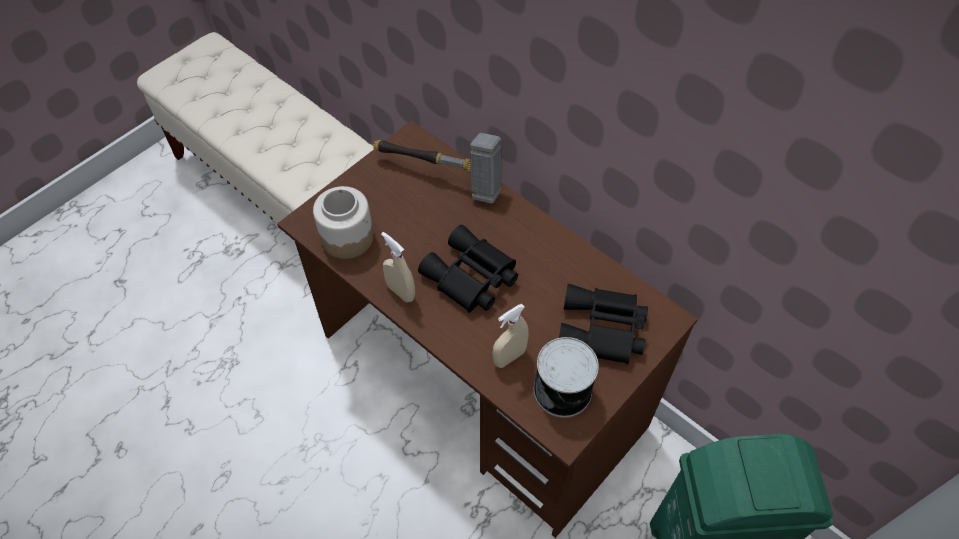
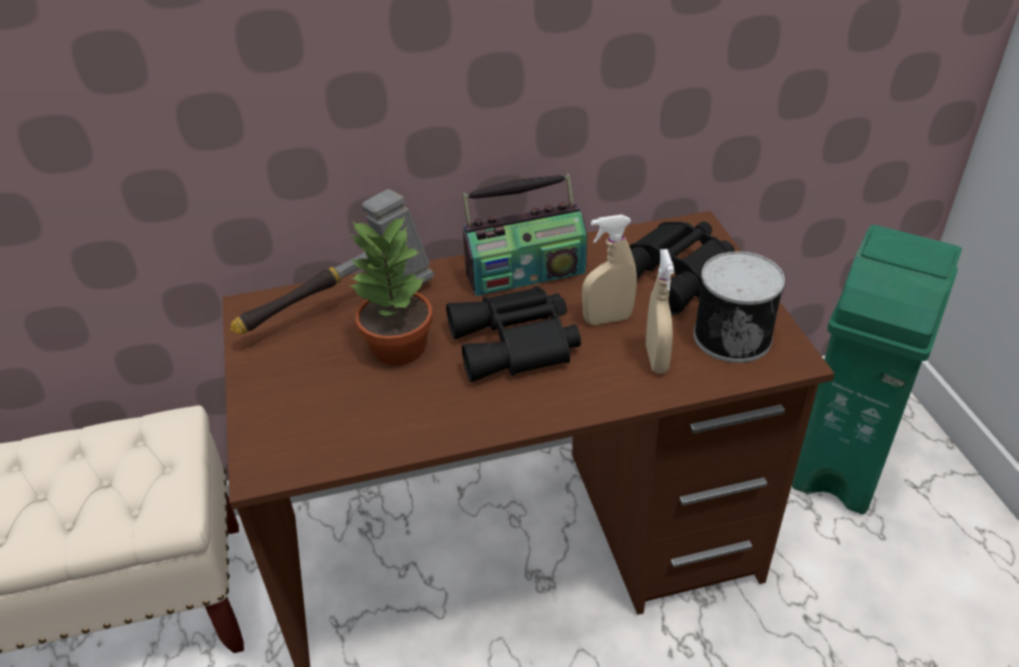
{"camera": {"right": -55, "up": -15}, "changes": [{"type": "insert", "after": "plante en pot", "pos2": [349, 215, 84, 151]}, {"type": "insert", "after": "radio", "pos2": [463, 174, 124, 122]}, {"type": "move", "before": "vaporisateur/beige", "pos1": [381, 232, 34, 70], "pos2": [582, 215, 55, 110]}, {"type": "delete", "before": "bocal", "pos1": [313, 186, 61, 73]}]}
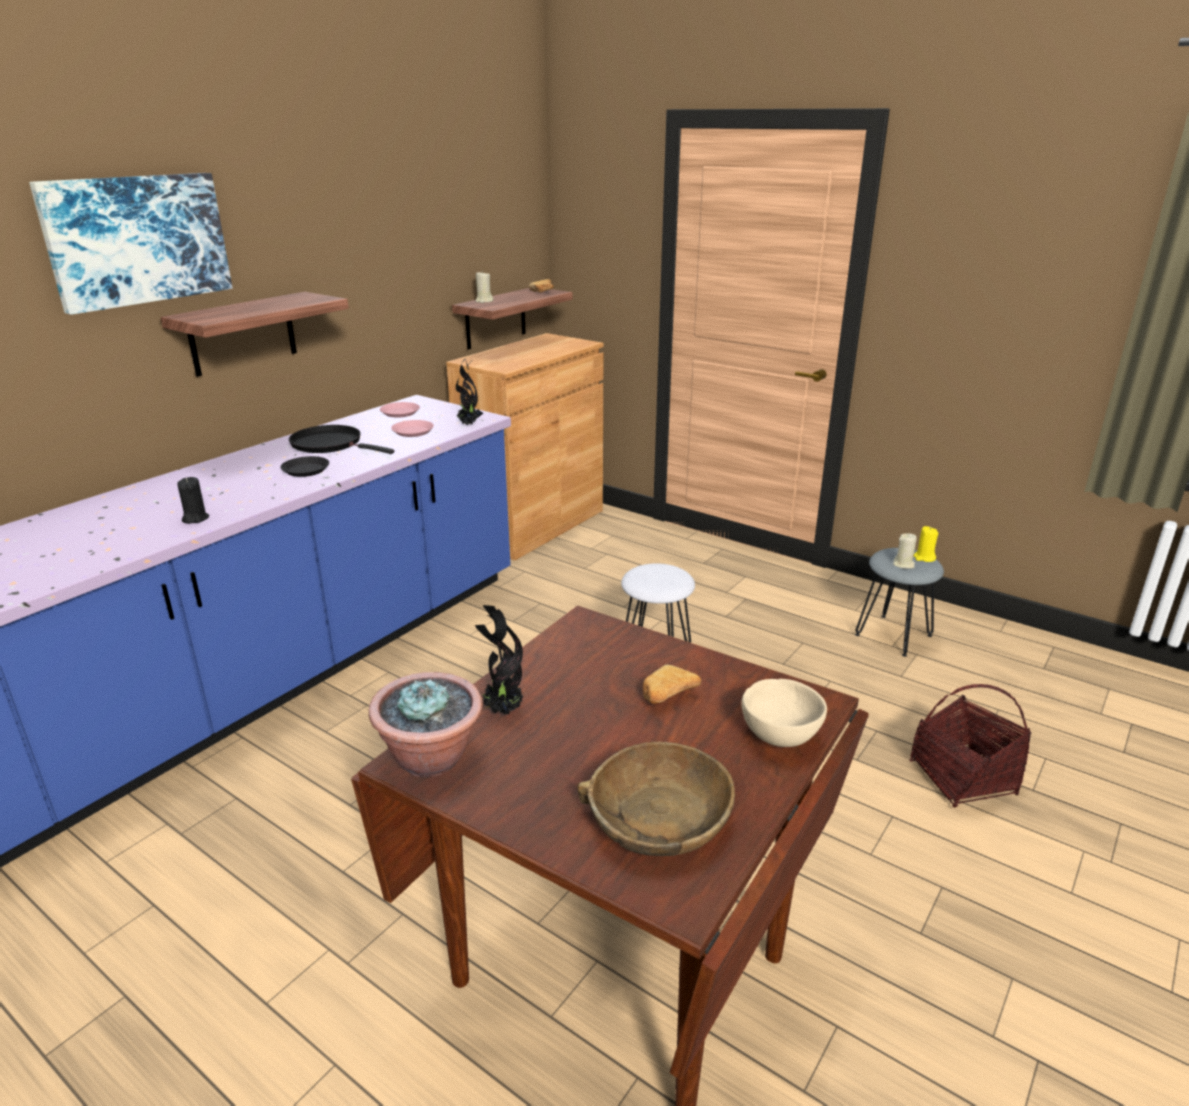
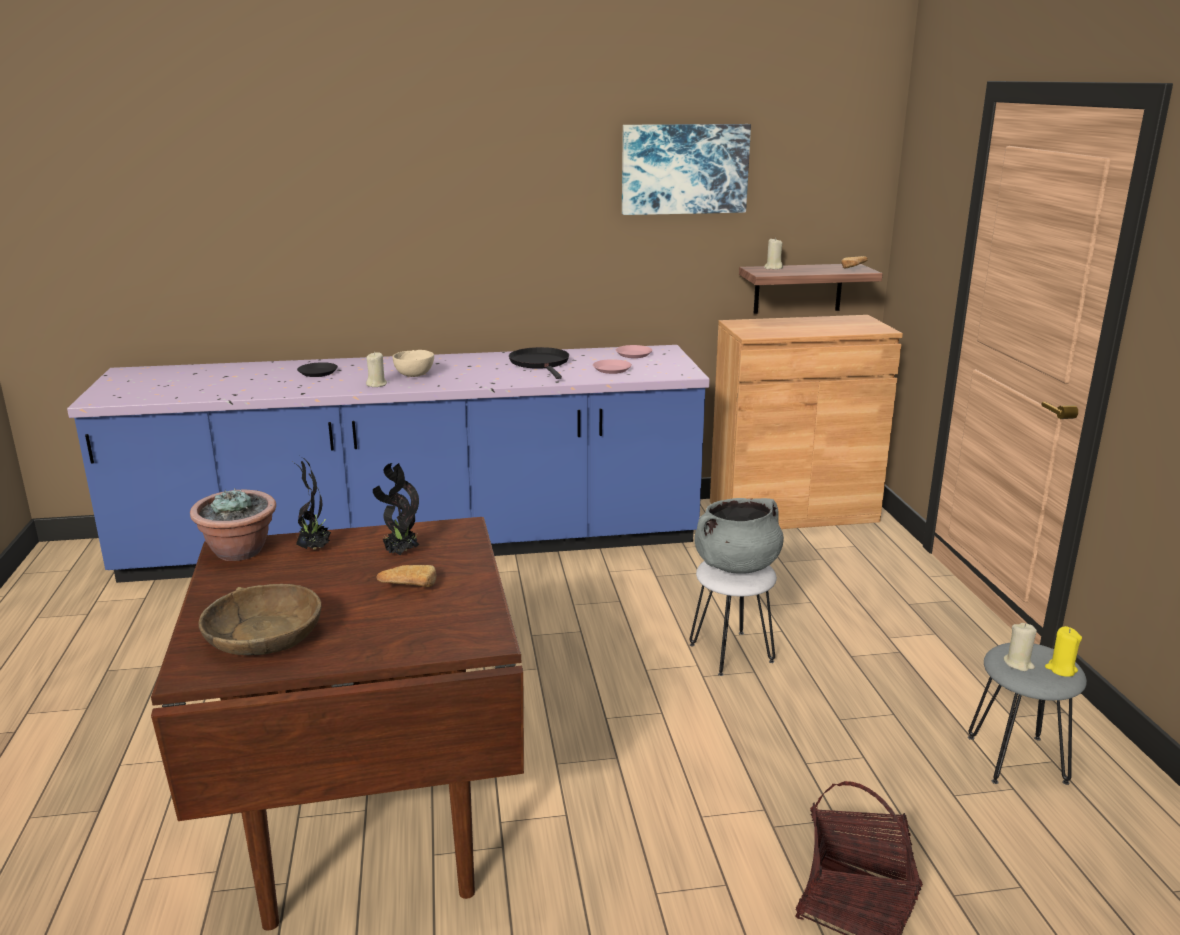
{"camera": {"right": 45, "up": -5}, "changes": [{"type": "move", "before": "assiette/noir", "pos1": [280, 456, 49, 21], "pos2": [297, 362, 41, 15]}, {"type": "recolor", "before": "bougie/noir", "after": "bougie/beige", "pos1": [177, 477, 32, 47], "pos2": [366, 352, 21, 35]}, {"type": "move", "before": "plante en pot", "pos1": [456, 359, 27, 66], "pos2": [373, 463, 47, 92]}, {"type": "move", "before": "bol/beige", "pos1": [741, 679, 86, 68], "pos2": [392, 350, 42, 27]}, {"type": "move", "before": "tableau", "pos1": [29, 173, 203, 142], "pos2": [622, 124, 129, 91]}, {"type": "insert", "after": "marmite/gris", "pos2": [694, 498, 90, 75]}, {"type": "delete", "before": "étagère", "pos1": [160, 292, 189, 85]}]}
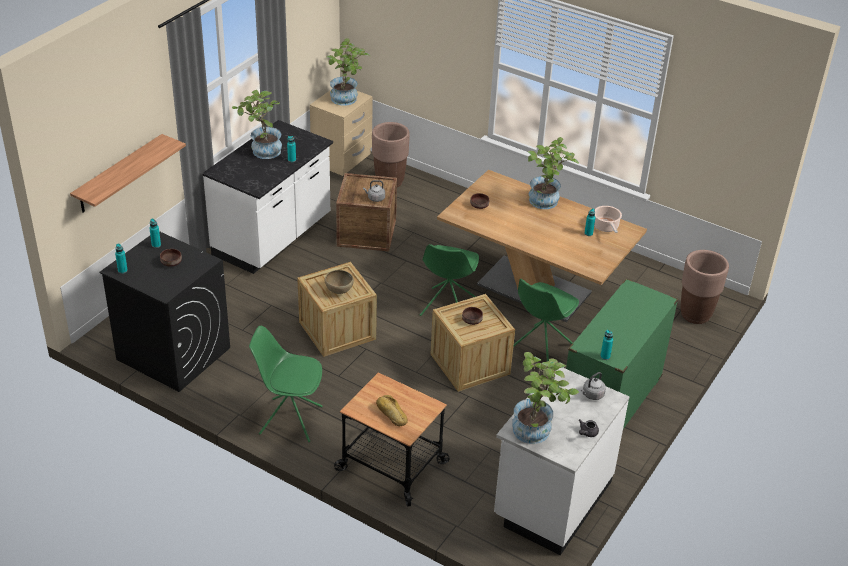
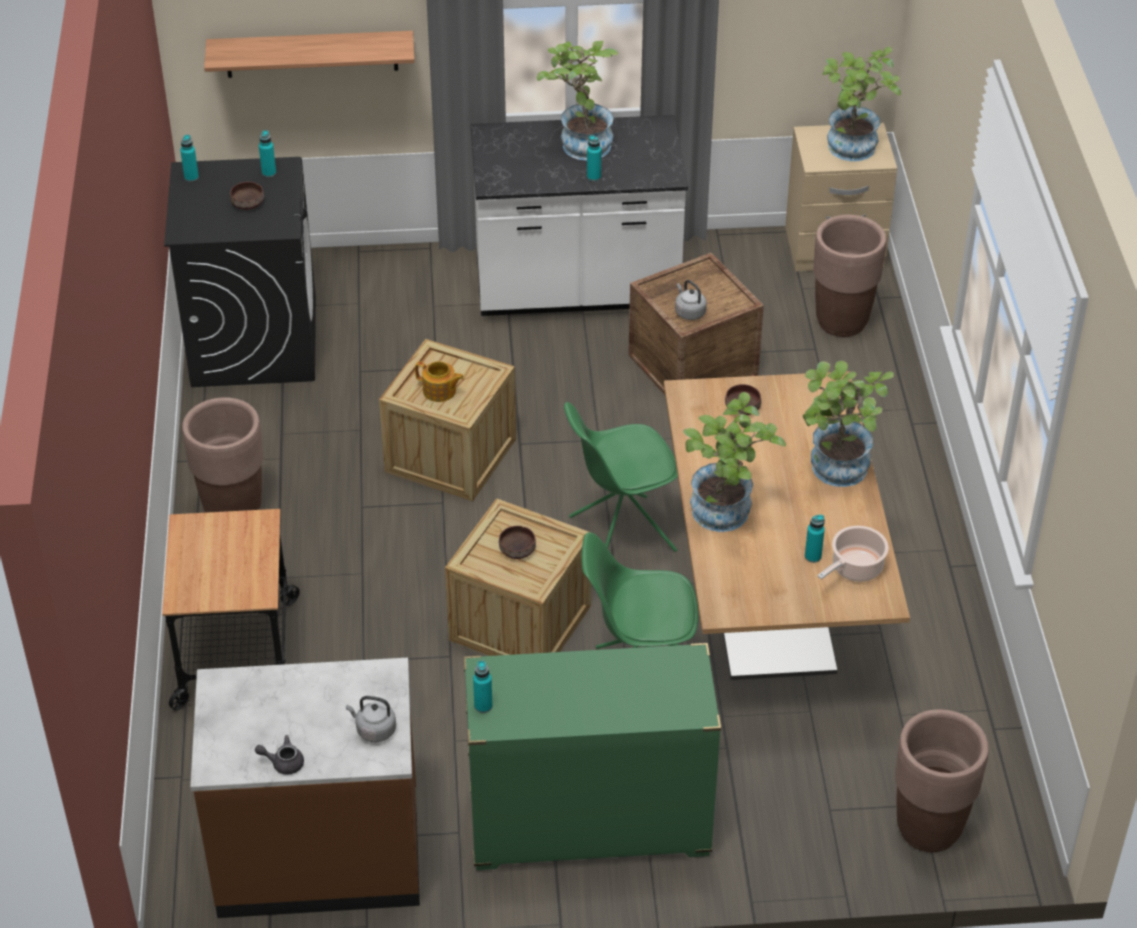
{"camera": {"right": 55, "up": 5}, "changes": [{"type": "replace", "before": "chaise/vert", "after": "cache-pot/marron", "pos1": [249, 326, 74, 116], "pos2": [182, 397, 81, 116]}, {"type": "recolor", "before": "comptoir de cuisine/blanc", "after": "comptoir de cuisine/marron", "pos1": [494, 367, 135, 188], "pos2": [190, 658, 230, 260]}, {"type": "replace", "before": "bol/marron", "after": "théière", "pos1": [325, 270, 29, 24], "pos2": [415, 361, 49, 41]}, {"type": "move", "before": "plante en pot", "pos1": [512, 352, 67, 92], "pos2": [683, 392, 103, 140]}, {"type": "delete", "before": "pain", "pos1": [376, 395, 32, 31]}]}
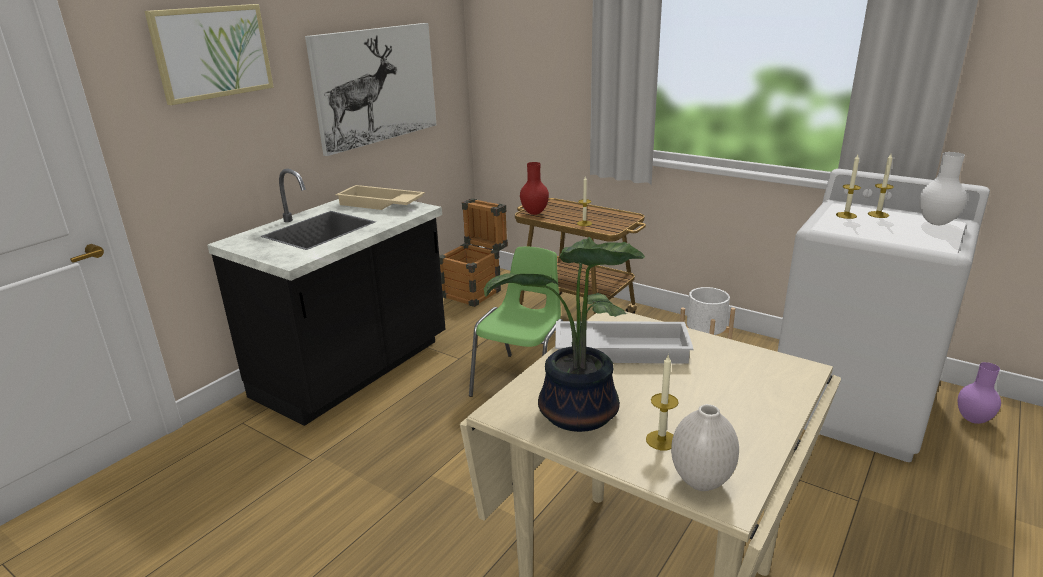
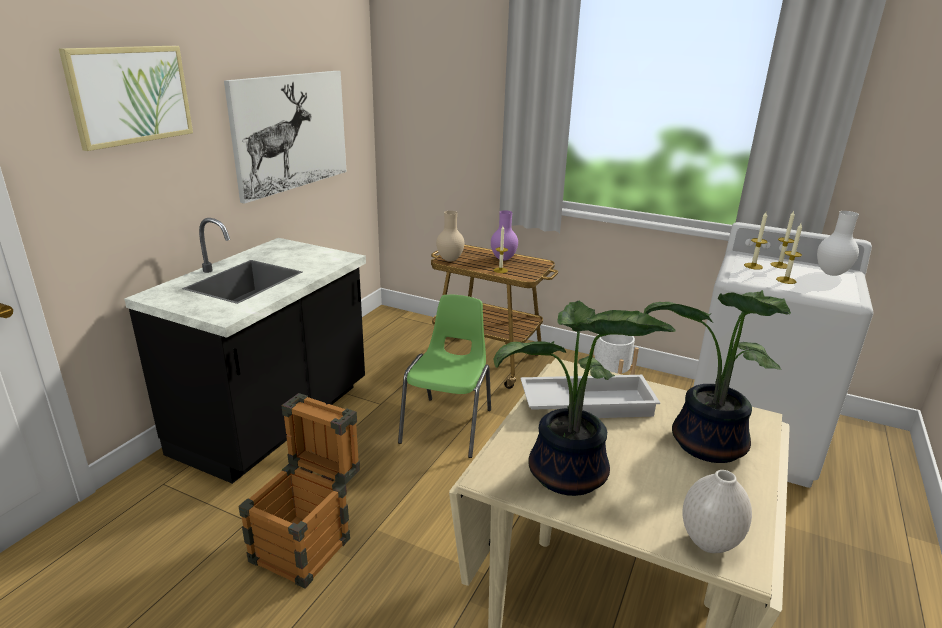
{"camera": {"right": -10, "up": 0}, "changes": [{"type": "move", "before": "caisse", "pos1": [439, 198, 69, 109], "pos2": [239, 393, 121, 196]}, {"type": "recolor", "before": "vase/rouge", "after": "vase/beige", "pos1": [520, 162, 29, 53], "pos2": [436, 211, 28, 51]}, {"type": "move", "before": "vase/violet", "pos1": [958, 362, 43, 62], "pos2": [491, 210, 27, 51]}, {"type": "insert", "after": "plante en pot", "pos2": [644, 290, 147, 173]}, {"type": "move", "before": "bougie", "pos1": [646, 355, 33, 95], "pos2": [776, 223, 26, 61]}, {"type": "delete", "before": "plateau/beige", "pos1": [336, 185, 89, 25]}]}
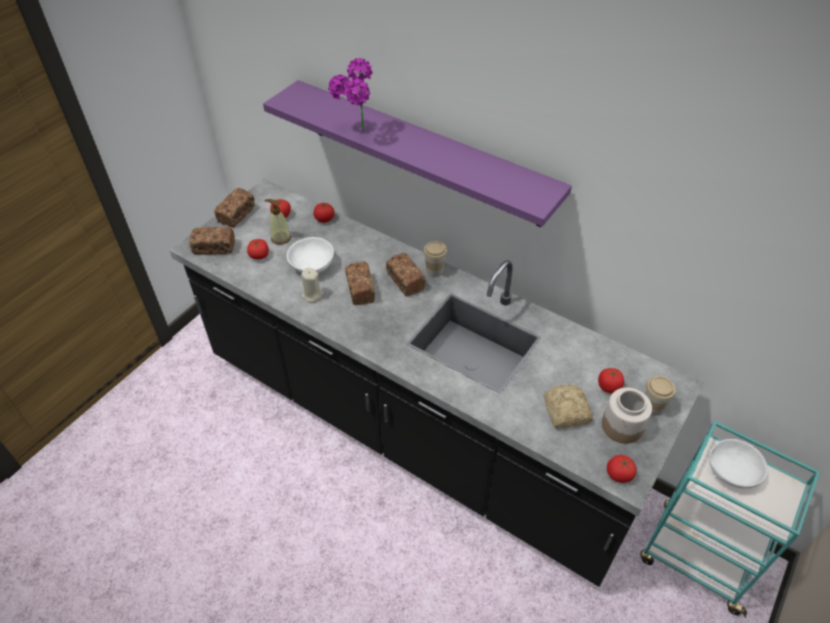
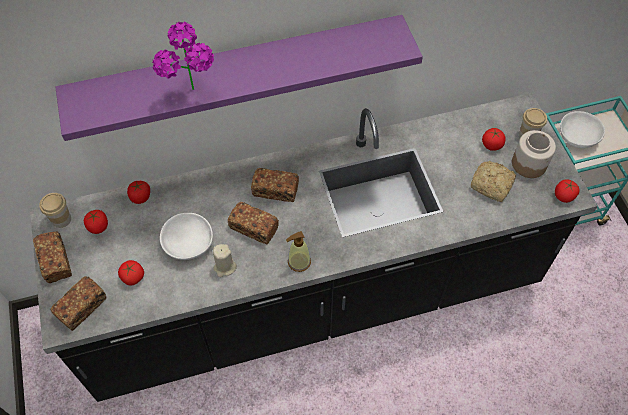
{"camera": {"right": -50, "up": 10}, "changes": [{"type": "move", "before": "tasse", "pos1": [423, 241, 24, 35], "pos2": [39, 193, 32, 35]}, {"type": "move", "before": "distributeur de savon", "pos1": [265, 199, 26, 46], "pos2": [286, 231, 25, 41]}]}
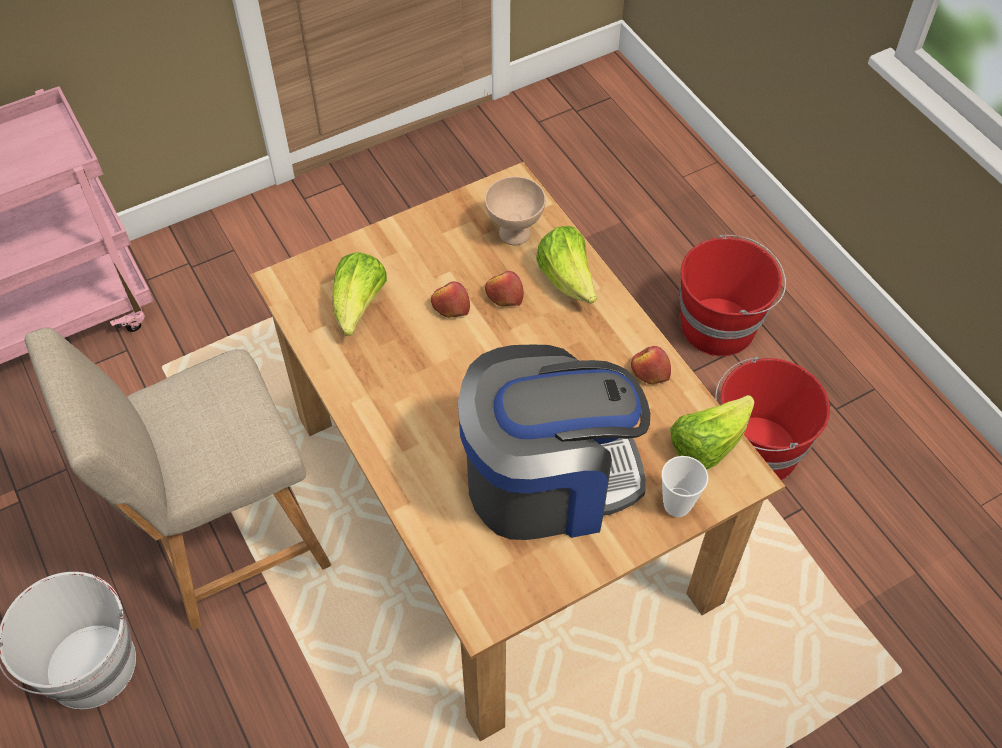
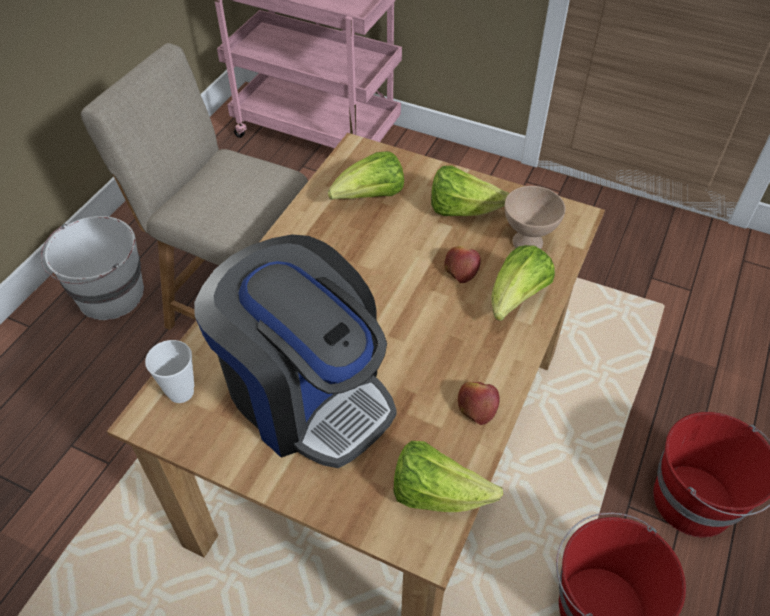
{"camera": {"right": 55, "up": -5}, "changes": [{"type": "move", "before": "tasse", "pos1": [661, 456, 47, 61], "pos2": [145, 340, 49, 63]}, {"type": "insert", "after": "laitue", "pos2": [431, 165, 78, 51]}, {"type": "delete", "before": "pomme", "pos1": [431, 281, 39, 37]}]}
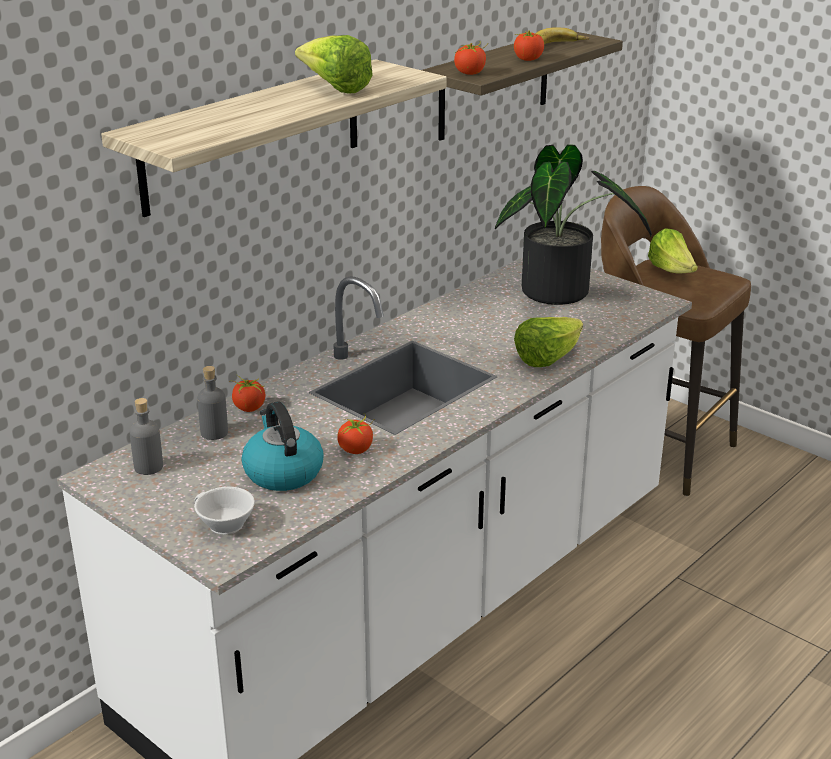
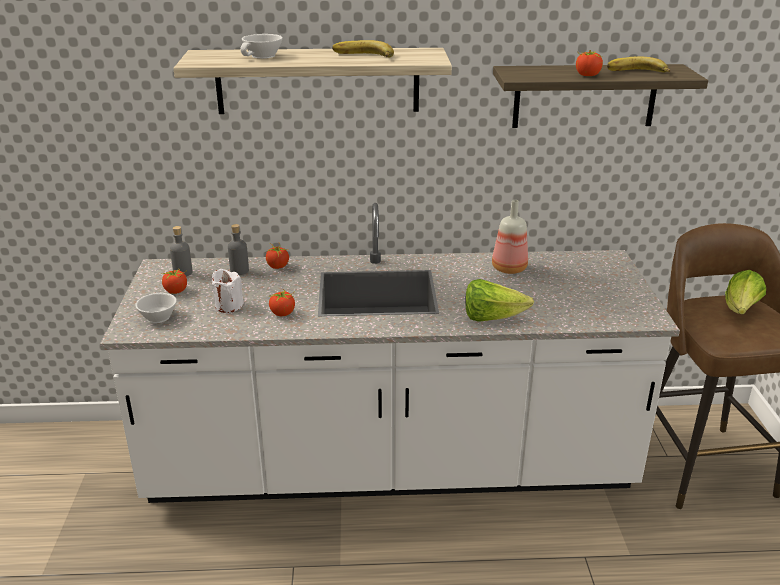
{"camera": {"right": 45, "up": 0}, "changes": [{"type": "move", "before": "tomate", "pos1": [454, 41, 34, 34], "pos2": [160, 268, 27, 26]}, {"type": "replace", "before": "bouilloire", "after": "bougie/blanc", "pos1": [242, 401, 82, 90], "pos2": [212, 269, 32, 44]}, {"type": "insert", "after": "tasse/blanc", "pos2": [240, 34, 43, 25]}, {"type": "replace", "before": "laitue", "after": "banane", "pos1": [295, 35, 78, 59], "pos2": [332, 40, 62, 17]}, {"type": "insert", "after": "bouteille", "pos2": [492, 200, 36, 74]}, {"type": "delete", "before": "plante en pot", "pos1": [495, 144, 157, 161]}]}
